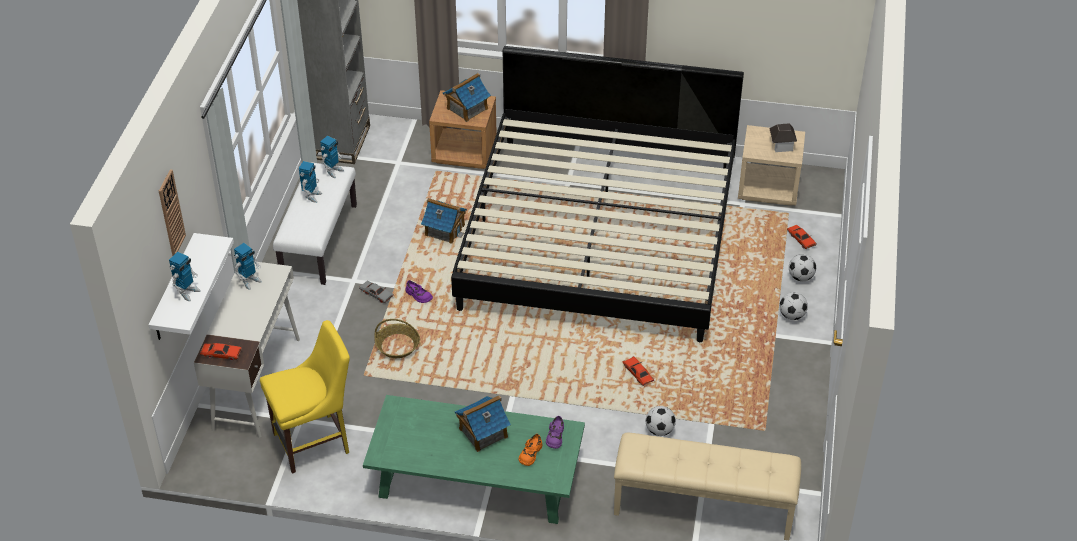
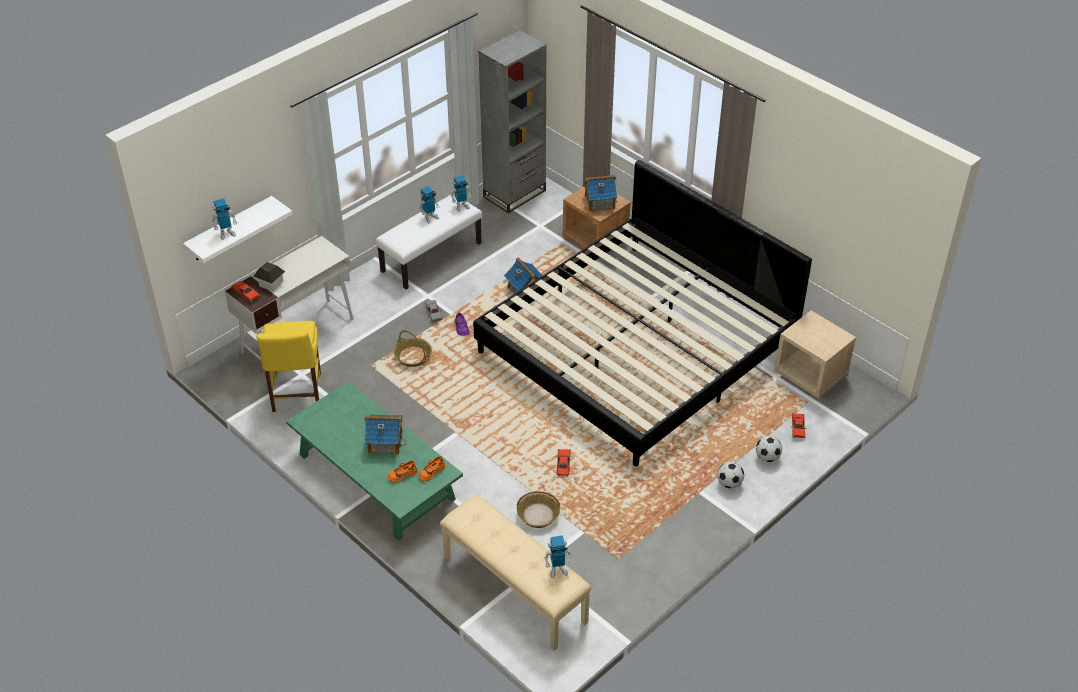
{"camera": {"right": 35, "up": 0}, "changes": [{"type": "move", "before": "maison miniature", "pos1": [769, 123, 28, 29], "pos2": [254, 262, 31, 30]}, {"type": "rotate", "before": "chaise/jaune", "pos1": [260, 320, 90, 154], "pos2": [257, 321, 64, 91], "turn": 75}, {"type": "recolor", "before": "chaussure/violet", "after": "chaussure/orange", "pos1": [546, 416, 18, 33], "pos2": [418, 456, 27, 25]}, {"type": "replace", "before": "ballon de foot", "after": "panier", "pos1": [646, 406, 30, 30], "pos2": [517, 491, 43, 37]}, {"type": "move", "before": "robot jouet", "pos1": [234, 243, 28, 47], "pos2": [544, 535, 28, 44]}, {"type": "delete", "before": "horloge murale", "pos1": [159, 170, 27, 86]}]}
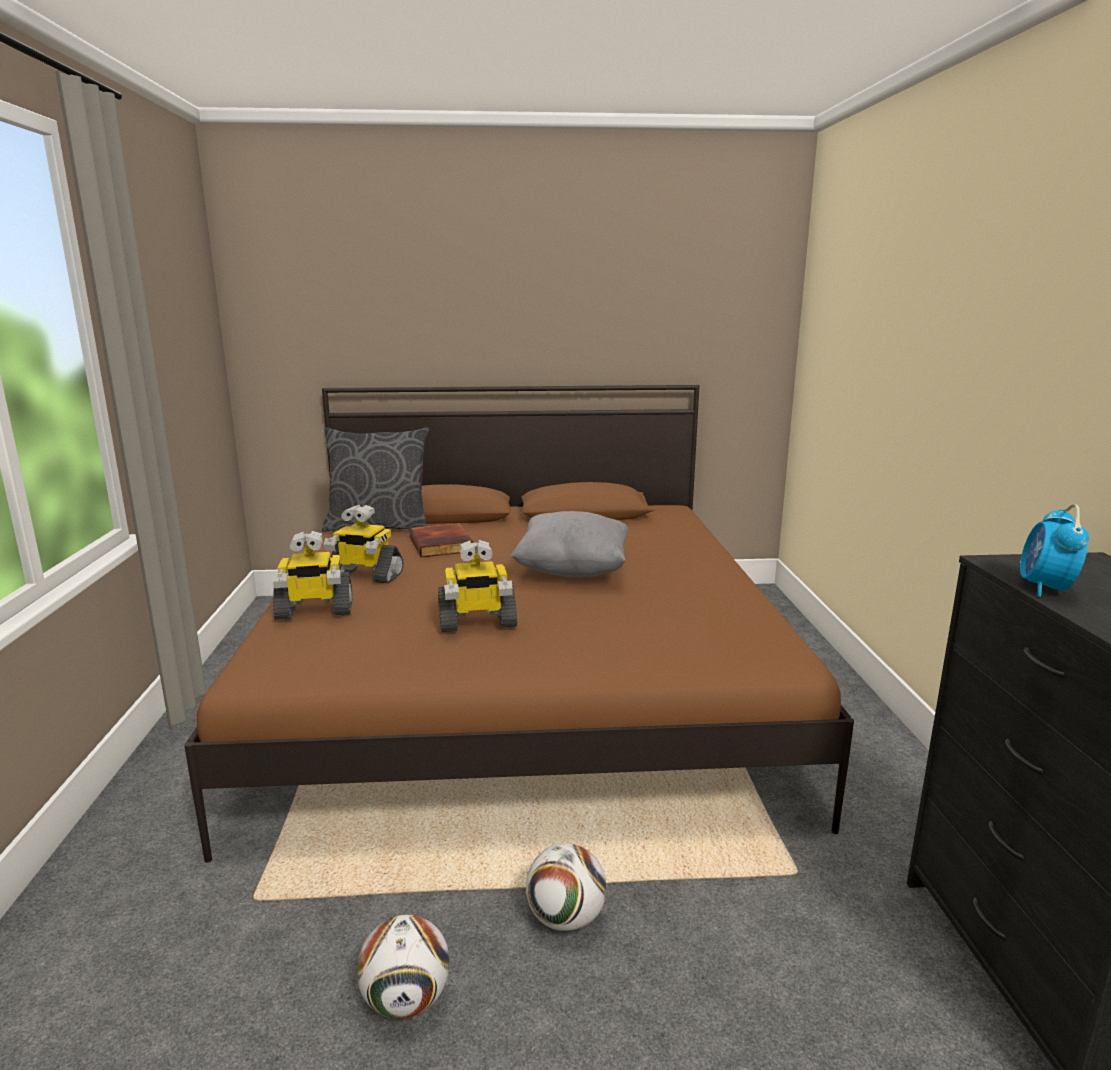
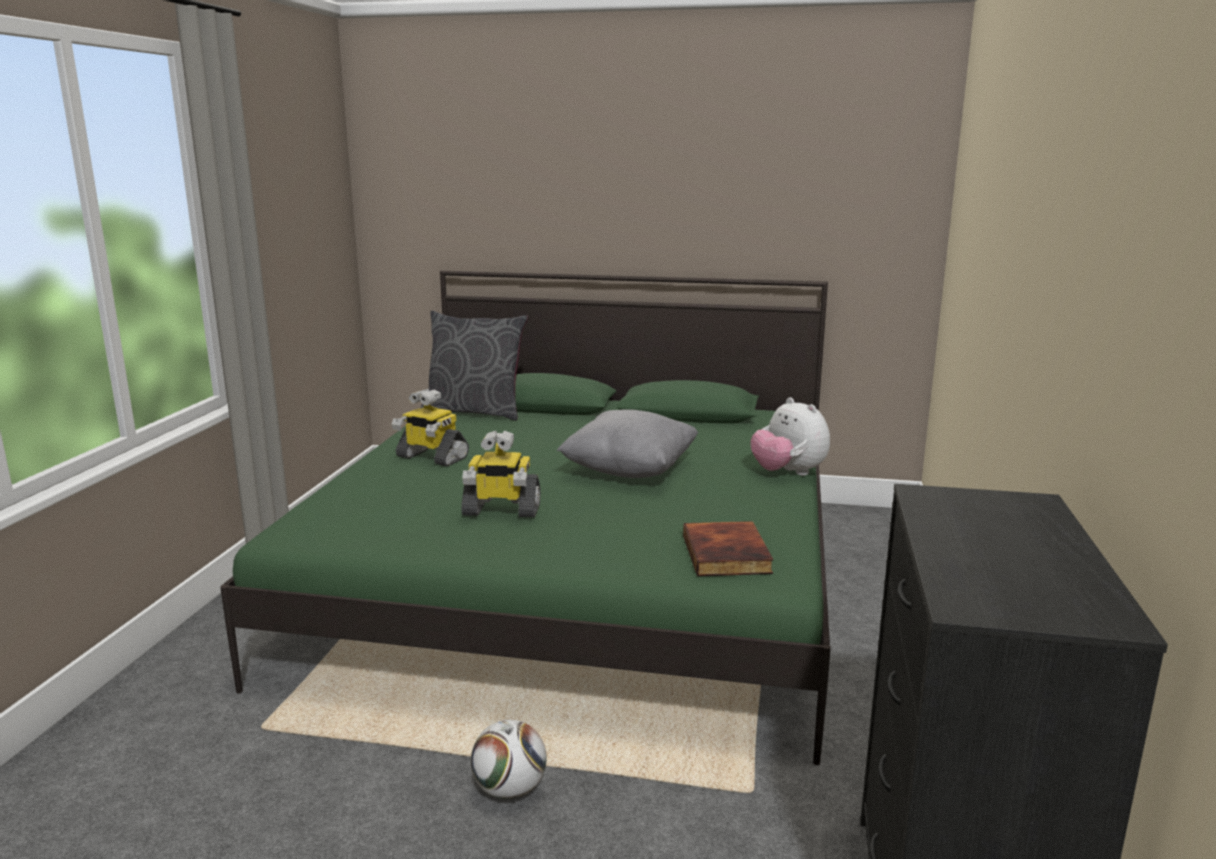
{"camera": {"right": 15, "up": 0}, "changes": [{"type": "recolor", "before": "lit/marron", "after": "lit/vert", "pos1": [184, 385, 670, 478], "pos2": [220, 271, 611, 494]}, {"type": "move", "before": "livre", "pos1": [410, 523, 64, 34], "pos2": [683, 521, 90, 55]}, {"type": "insert", "after": "peluche", "pos2": [750, 397, 80, 79]}, {"type": "delete", "before": "robot jouet", "pos1": [273, 531, 80, 89]}, {"type": "delete", "before": "ballon de foot", "pos1": [357, 915, 93, 104]}, {"type": "delete", "before": "réveil", "pos1": [1020, 504, 69, 93]}]}
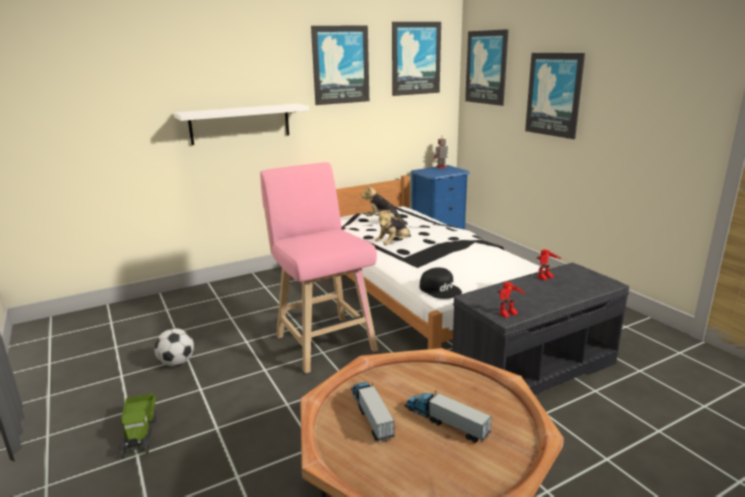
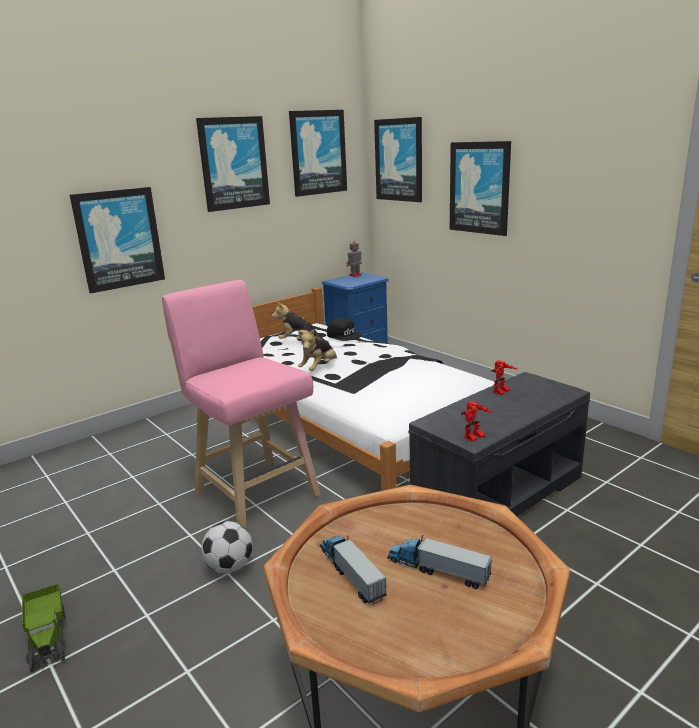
{"camera": {"right": -10, "up": 0}, "changes": [{"type": "replace", "before": "étagère/blanc", "after": "tableau", "pos1": [174, 103, 135, 42], "pos2": [70, 187, 95, 107]}, {"type": "move", "before": "ballon de foot", "pos1": [154, 328, 40, 38], "pos2": [201, 521, 51, 53]}, {"type": "move", "before": "casquette/noir", "pos1": [420, 267, 42, 32], "pos2": [327, 318, 35, 23]}]}
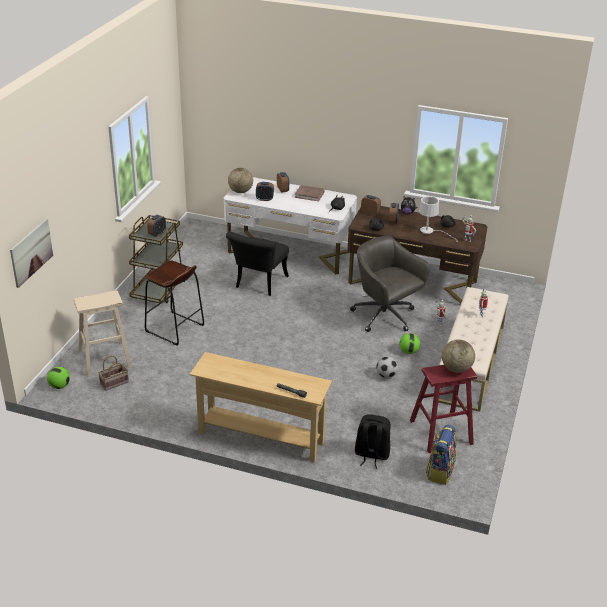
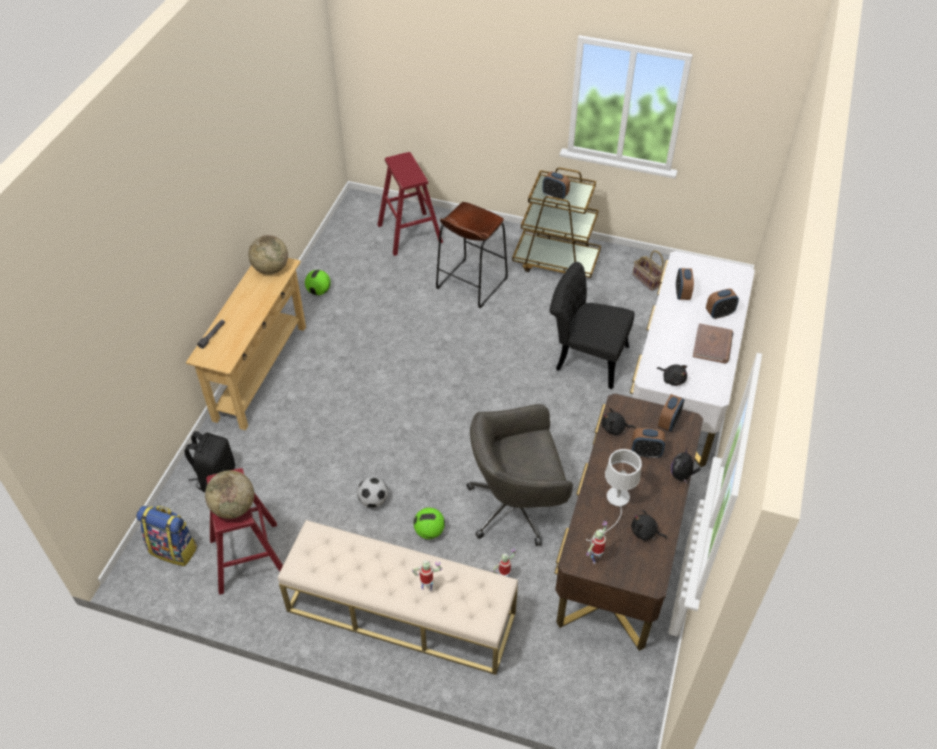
{"camera": {"right": 90, "up": 15}, "changes": [{"type": "move", "before": "globe", "pos1": [228, 168, 25, 25], "pos2": [248, 235, 40, 40]}, {"type": "move", "before": "ballon de foot", "pos1": [47, 367, 23, 22], "pos2": [305, 270, 26, 25]}, {"type": "recolor", "before": "tabouret/beige", "after": "tabouret/rouge", "pos1": [73, 290, 59, 87], "pos2": [377, 152, 66, 104]}, {"type": "rotate", "before": "chaise de bureau/gris", "pos1": [350, 236, 80, 96], "pos2": [466, 404, 107, 142], "turn": -150}, {"type": "move", "before": "panier", "pos1": [98, 355, 31, 36], "pos2": [633, 251, 31, 40]}, {"type": "delete", "before": "tableau", "pos1": [10, 219, 43, 69]}]}
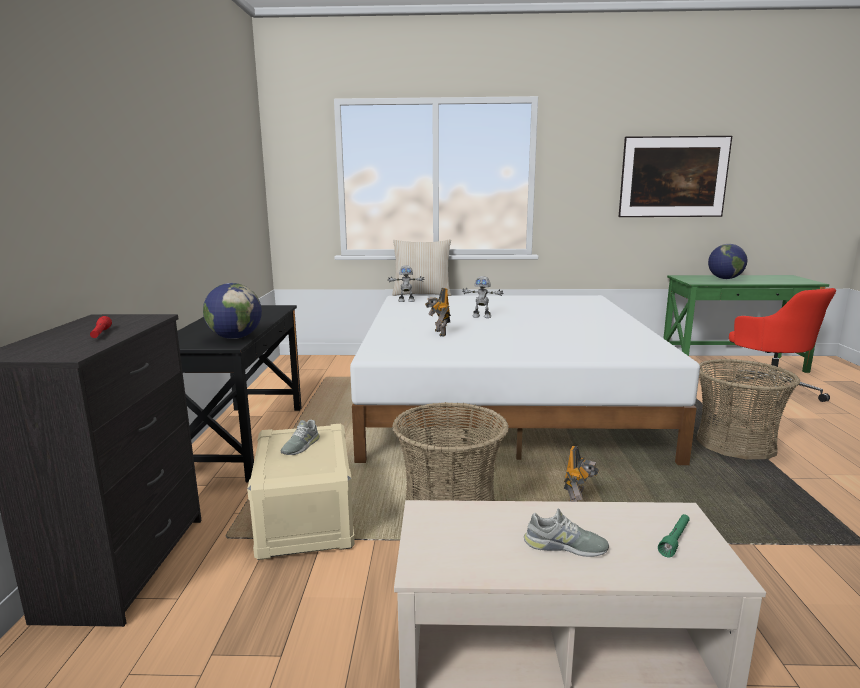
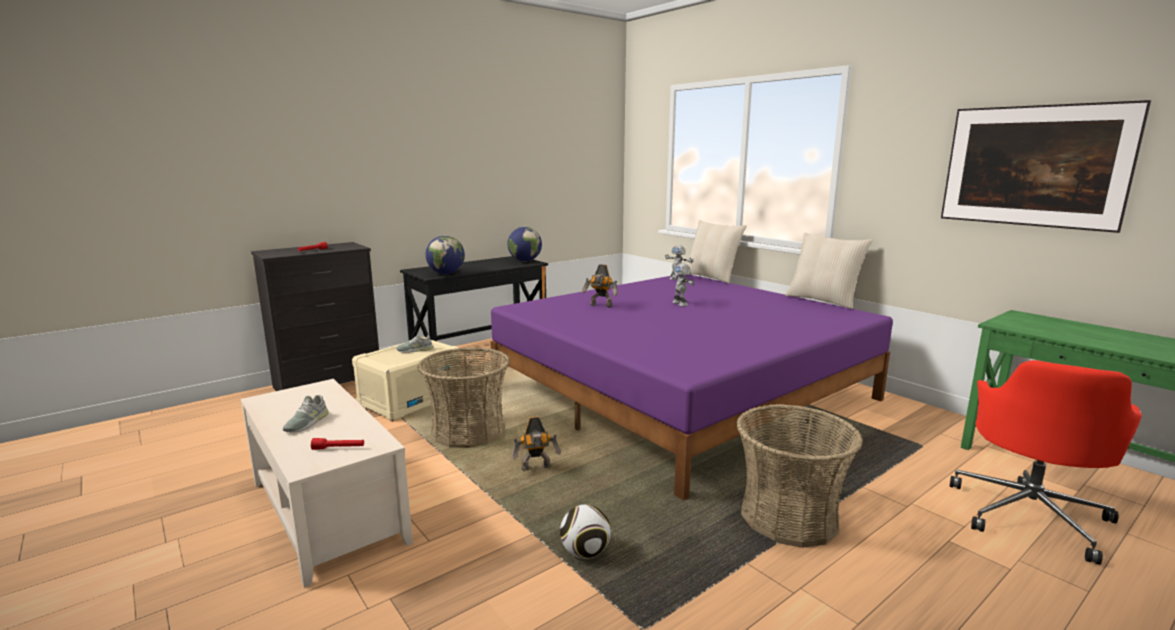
{"camera": {"right": 50, "up": 0}, "changes": [{"type": "rotate", "before": "chaussure/gris", "pos1": [524, 508, 85, 49], "pos2": [283, 395, 46, 37], "turn": 45}, {"type": "recolor", "before": "lampe de poche/vert", "after": "lampe de poche/rouge", "pos1": [658, 514, 32, 43], "pos2": [311, 438, 53, 12]}, {"type": "recolor", "before": "lit/blanc", "after": "lit/violet", "pos1": [350, 295, 350, 170], "pos2": [491, 274, 402, 226]}, {"type": "move", "before": "globe", "pos1": [708, 244, 39, 35], "pos2": [507, 227, 35, 35]}, {"type": "insert", "after": "ballon de foot", "pos2": [560, 505, 51, 54]}, {"type": "rotate", "before": "robot jouet", "pos1": [425, 288, 26, 49], "pos2": [582, 264, 36, 44], "turn": -105}, {"type": "insert", "after": "coussin/beige", "pos2": [786, 233, 86, 76]}]}
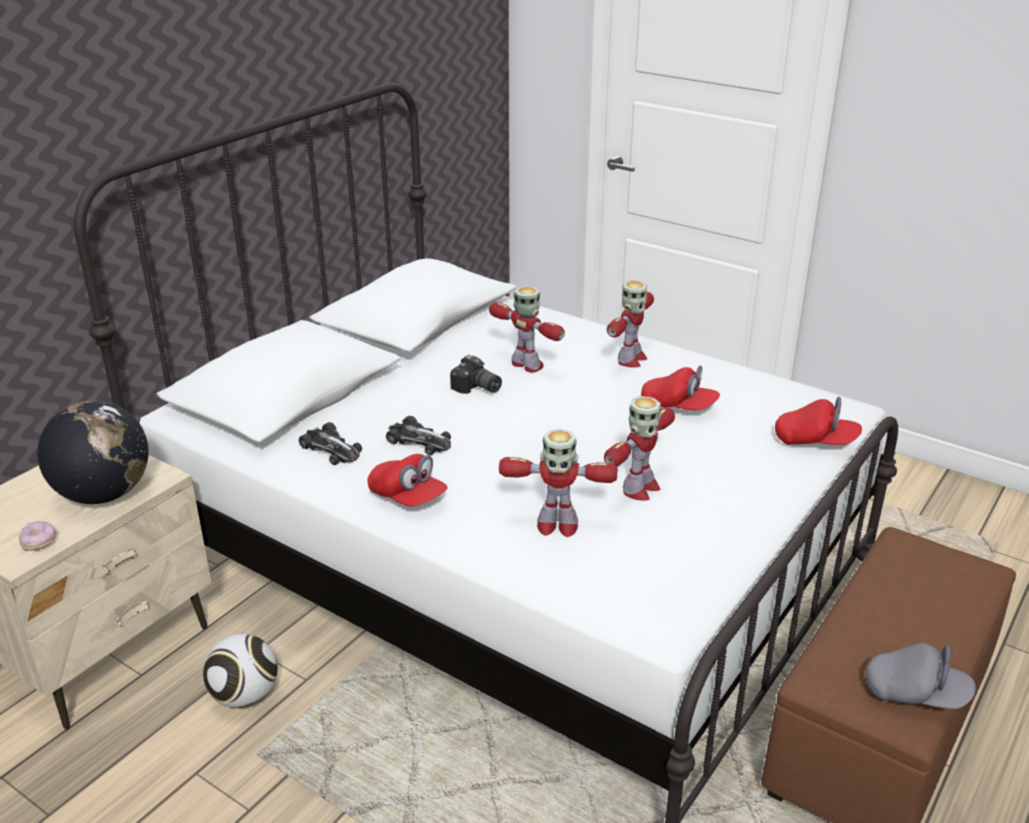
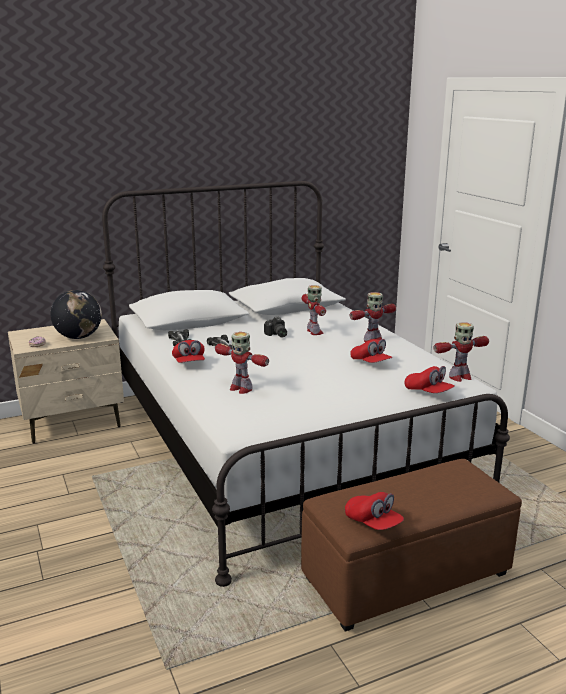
{"camera": {"right": 30, "up": -10}, "changes": [{"type": "recolor", "before": "casquette/gris", "after": "casquette/rouge", "pos1": [865, 643, 111, 66], "pos2": [345, 492, 59, 38]}, {"type": "move", "before": "robot jouet", "pos1": [604, 396, 71, 105], "pos2": [434, 322, 55, 60]}, {"type": "delete", "before": "ballon de foot", "pos1": [203, 634, 75, 74]}]}
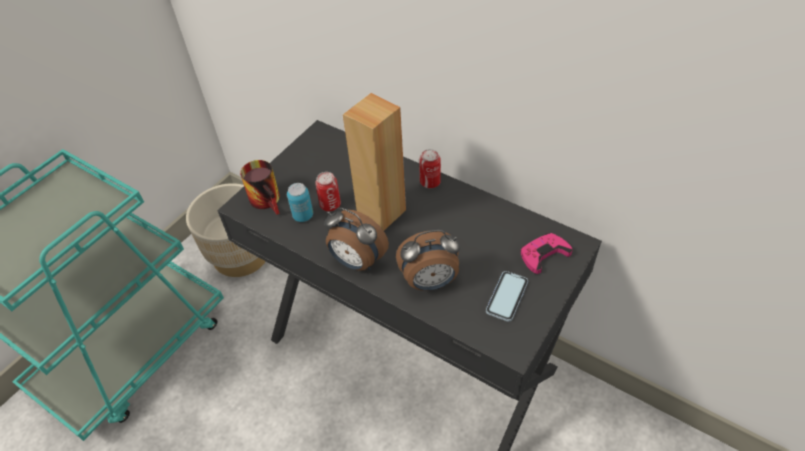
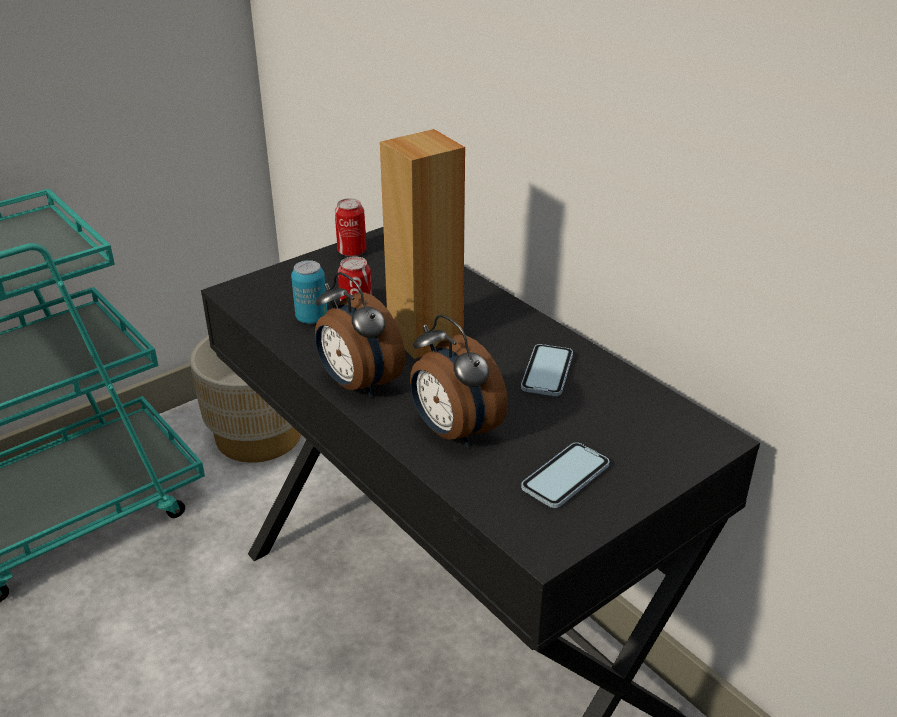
{"camera": {"right": 15, "up": -15}, "changes": [{"type": "move", "before": "boîte métallique", "pos1": [419, 149, 22, 39], "pos2": [335, 198, 31, 59]}, {"type": "rotate", "before": "réveil", "pos1": [396, 230, 64, 61], "pos2": [410, 315, 98, 132], "turn": 45}, {"type": "insert", "after": "téléphone", "pos2": [521, 344, 52, 52]}, {"type": "delete", "before": "mug", "pos1": [240, 160, 40, 54]}, {"type": "delete", "before": "manette/rose", "pos1": [520, 233, 53, 41]}]}
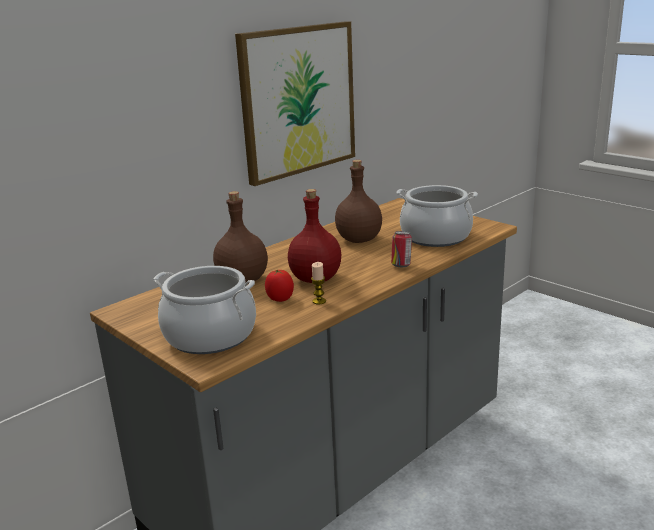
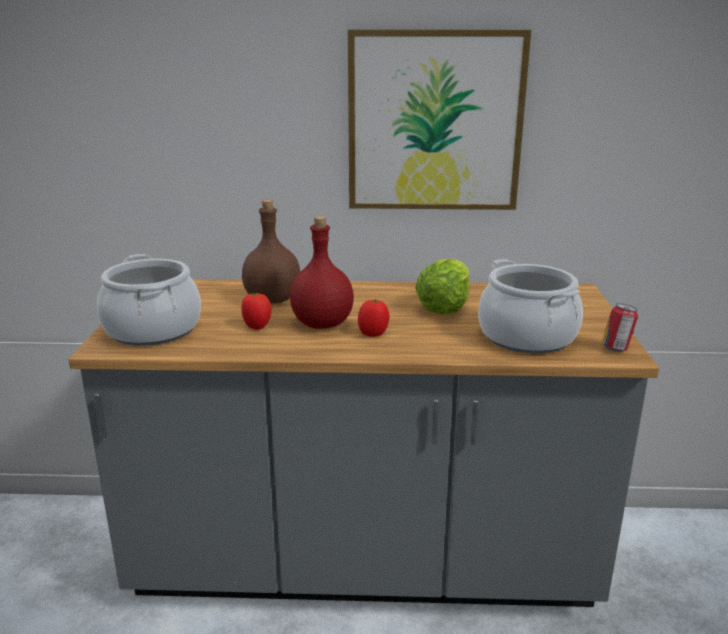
{"camera": {"right": 45, "up": 0}, "changes": [{"type": "insert", "after": "tomate", "pos2": [358, 299, 31, 38]}, {"type": "replace", "before": "bouteille/marron", "after": "laitue", "pos1": [335, 160, 47, 83], "pos2": [415, 259, 55, 55]}, {"type": "move", "before": "boîte métallique", "pos1": [391, 231, 21, 36], "pos2": [602, 303, 36, 49]}, {"type": "delete", "before": "bougie", "pos1": [311, 262, 15, 43]}]}
